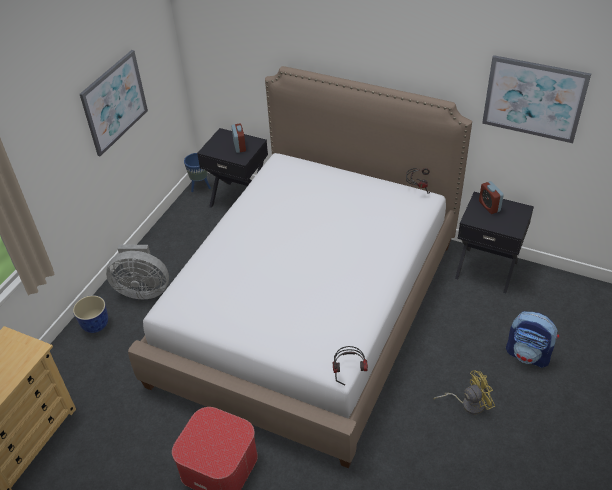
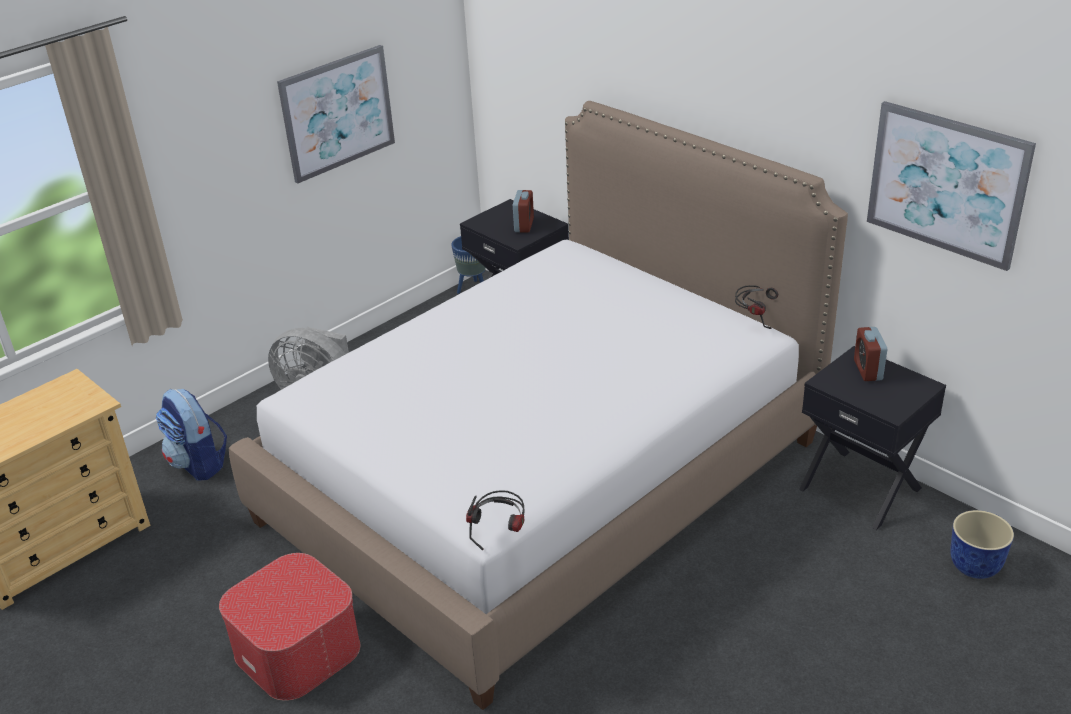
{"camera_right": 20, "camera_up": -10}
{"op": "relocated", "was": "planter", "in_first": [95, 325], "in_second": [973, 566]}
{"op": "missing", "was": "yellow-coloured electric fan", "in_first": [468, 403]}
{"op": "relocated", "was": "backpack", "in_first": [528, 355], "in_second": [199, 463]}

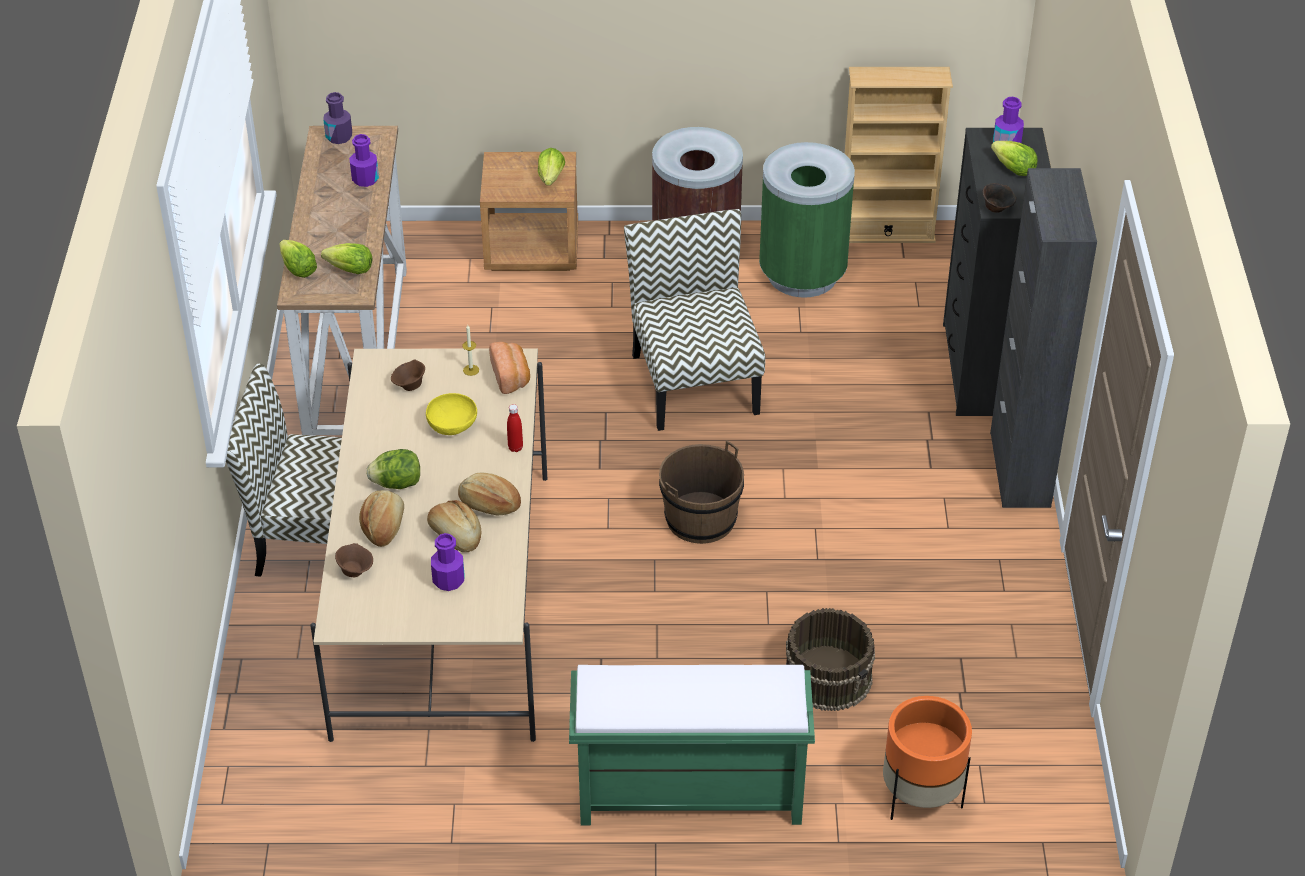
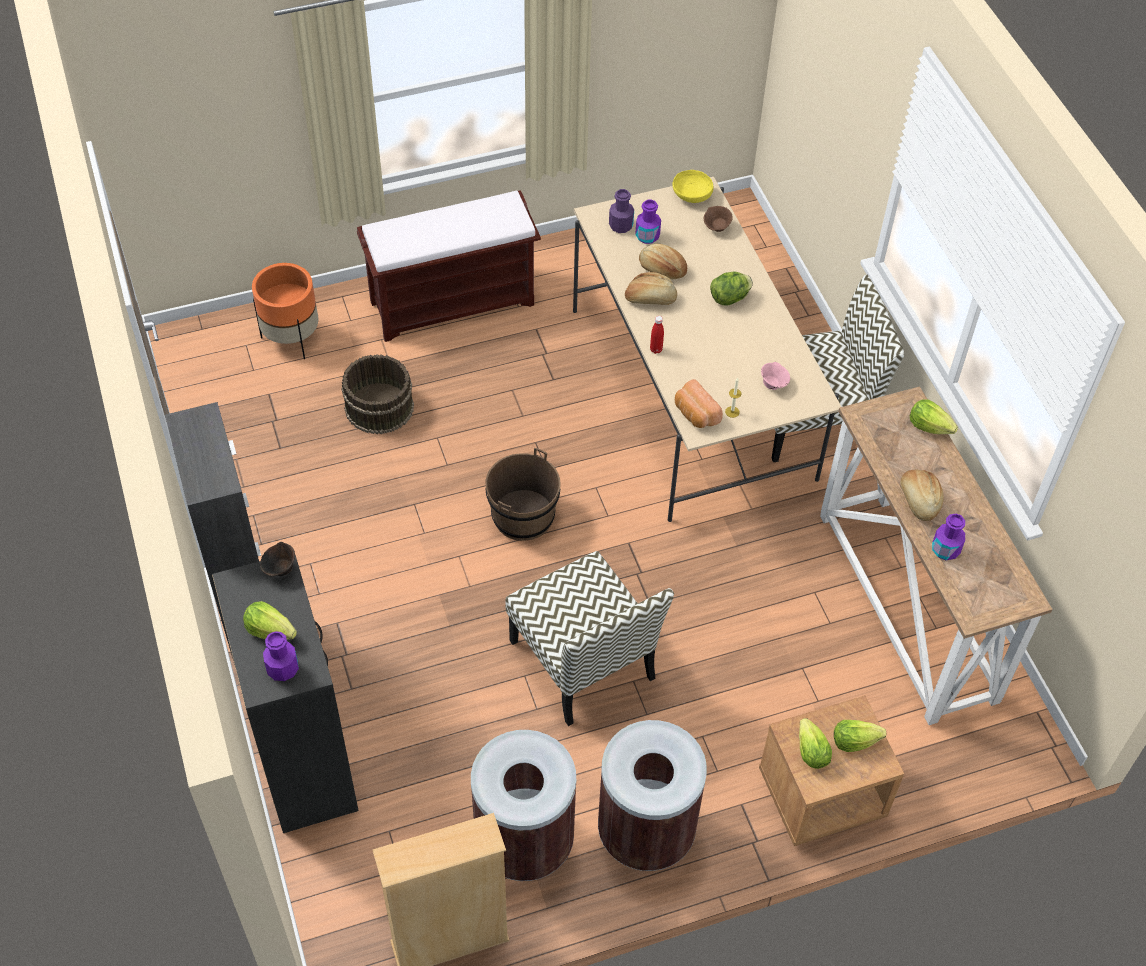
{"camera_right": 160, "camera_up": 10}
{"op": "relocated", "was": "head of lettuce", "in_first": [350, 270], "in_second": [854, 741]}
{"op": "relocated", "was": "purple drink bottle", "in_first": [339, 137], "in_second": [621, 225]}
{"op": "relocated", "was": "bakery bread", "in_first": [384, 526], "in_second": [918, 500]}
{"op": "colour", "was": "brown serving bowl", "now": "pinkish serving bowl", "in_first": [409, 386], "in_second": [773, 384]}
{"op": "relocated", "was": "yellow-coloured serving bowl", "in_first": [453, 426], "in_second": [691, 196]}
{"op": "colour", "was": "greenish indoor bench", "now": "brown indoor bench", "in_first": [688, 793], "in_second": [453, 302]}
{"op": "colour", "was": "greenish trash can", "now": "brown trash can", "in_first": [803, 274], "in_second": [524, 842]}

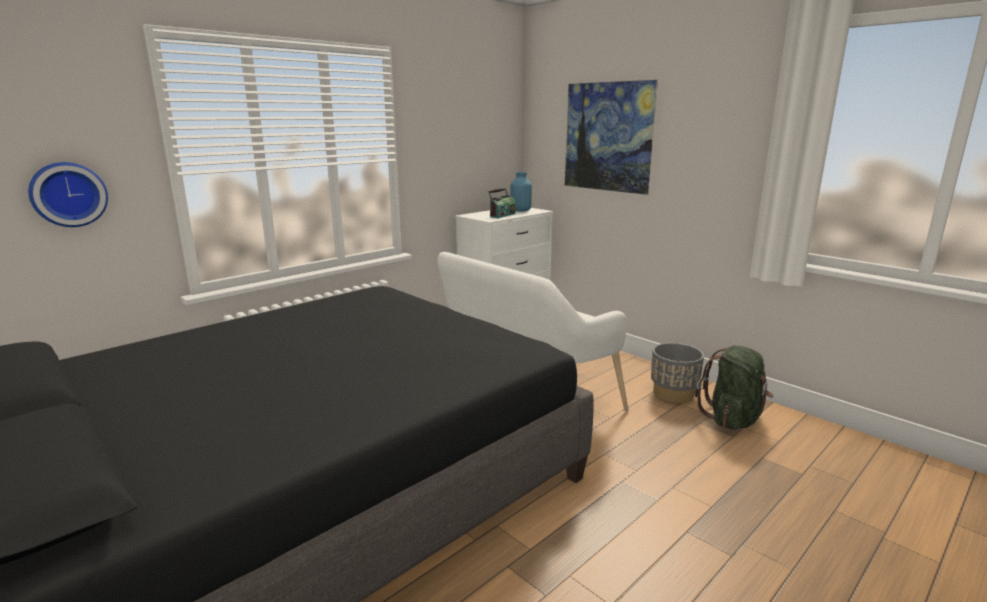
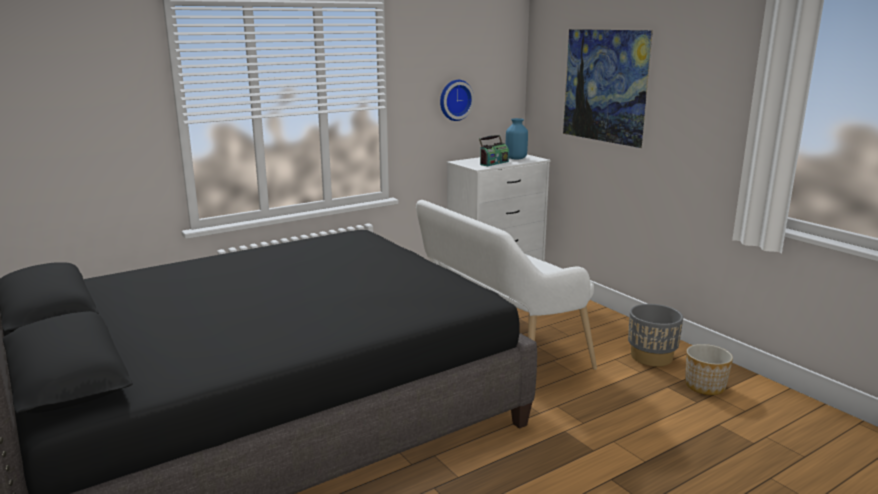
{"camera_right": 10, "camera_up": 0}
{"op": "relocated", "was": "clock on the wall", "in_first": [68, 194], "in_second": [455, 100]}
{"op": "exchanged", "was": "greenish backpack", "now": "planter", "in_first": [732, 419], "in_second": [704, 386]}

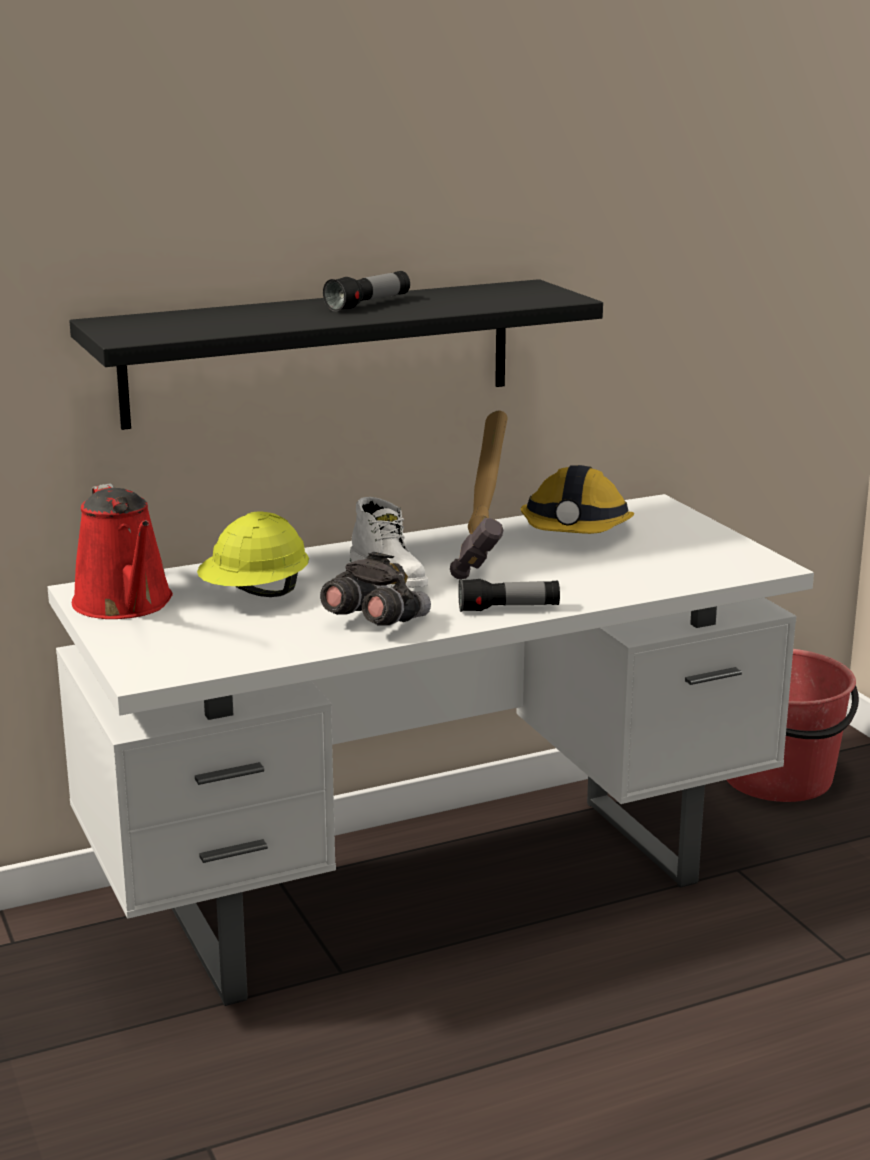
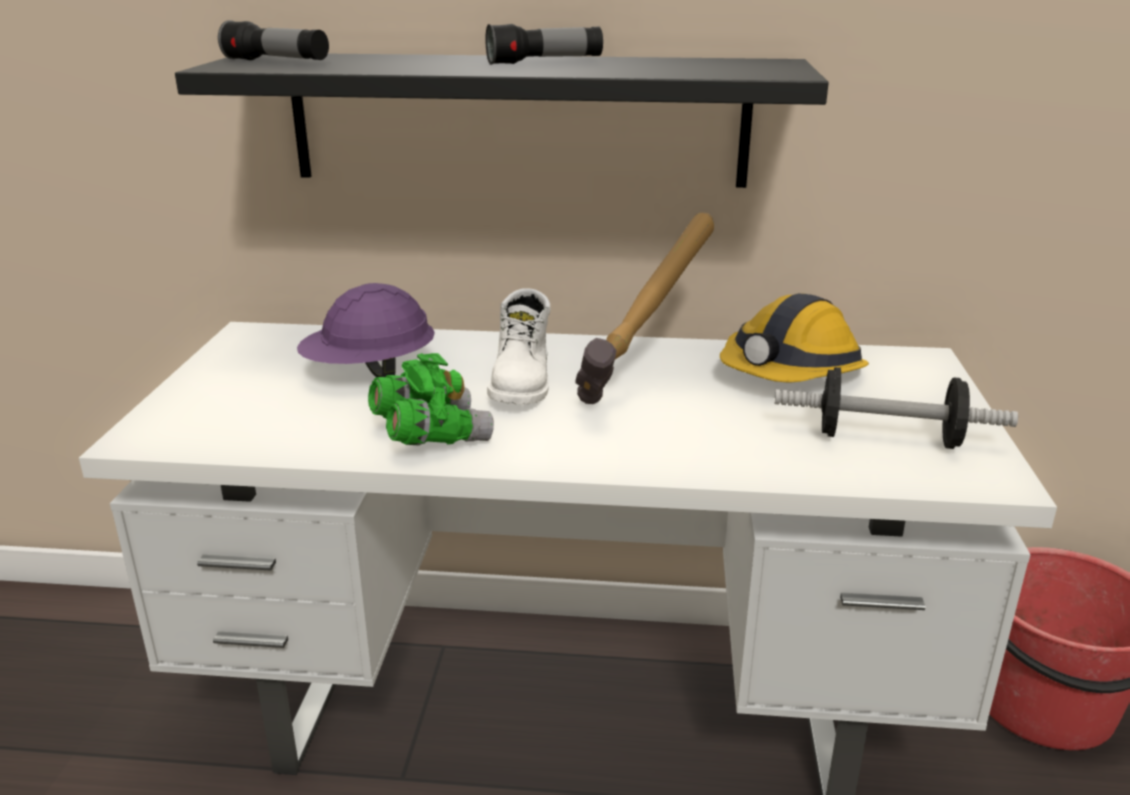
{"camera_right": 30, "camera_up": 5}
{"op": "missing", "was": "red sprinkling can", "in_first": [125, 604]}
{"op": "colour", "was": "yellow-coloured work helmet", "now": "purple work helmet", "in_first": [255, 595], "in_second": [370, 373]}
{"op": "colour", "was": "greyish binoculars", "now": "greenish binoculars", "in_first": [375, 622], "in_second": [430, 435]}
{"op": "relocated", "was": "hand torch", "in_first": [508, 609], "in_second": [276, 62]}
{"op": "appeared", "now": "free weight", "in_second": [887, 438]}

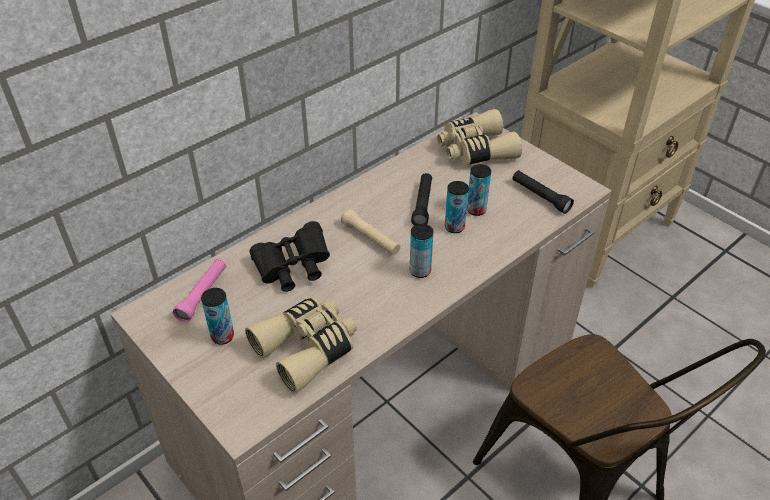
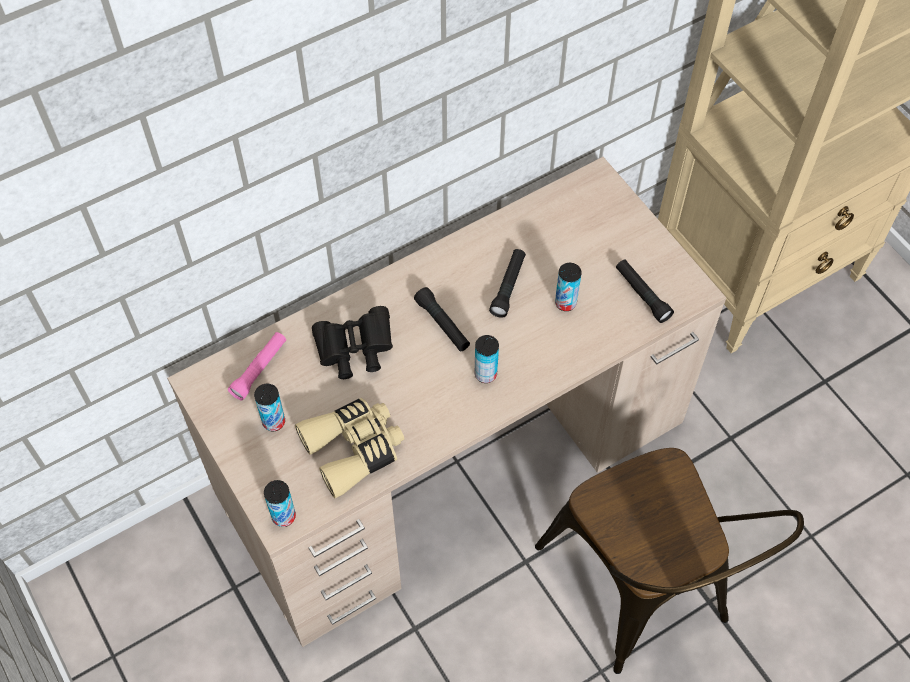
{"camera_right": 10, "camera_up": 15}
{"op": "colour", "was": "beige hand torch", "now": "black hand torch", "in_first": [371, 238], "in_second": [442, 324]}
{"op": "missing", "was": "beige binoculars", "in_first": [475, 150]}
{"op": "relocated", "was": "sealed can", "in_first": [454, 227], "in_second": [284, 516]}

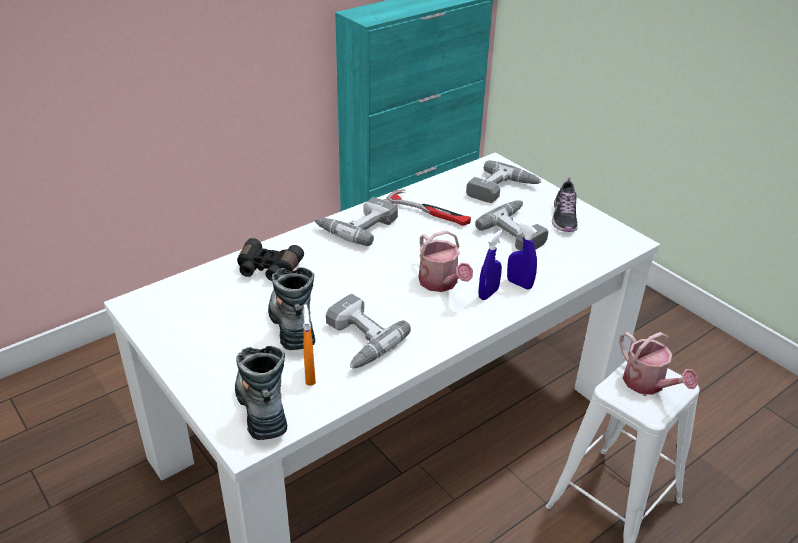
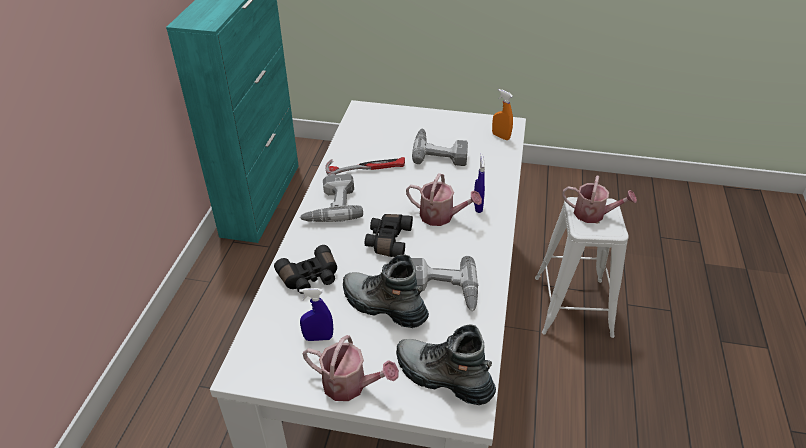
{"camera_right": -40, "camera_up": 5}
{"op": "relocated", "was": "orange sprayer", "in_first": [310, 375], "in_second": [500, 136]}
{"op": "missing", "was": "drill", "in_first": [502, 190]}
{"op": "relocated", "was": "blue-coloured sprayer", "in_first": [519, 284], "in_second": [318, 338]}
{"op": "missing", "was": "shoe", "in_first": [564, 217]}
{"op": "appeared", "now": "sprinkling can", "in_second": [350, 385]}
{"op": "appeared", "now": "black binoculars", "in_second": [387, 241]}

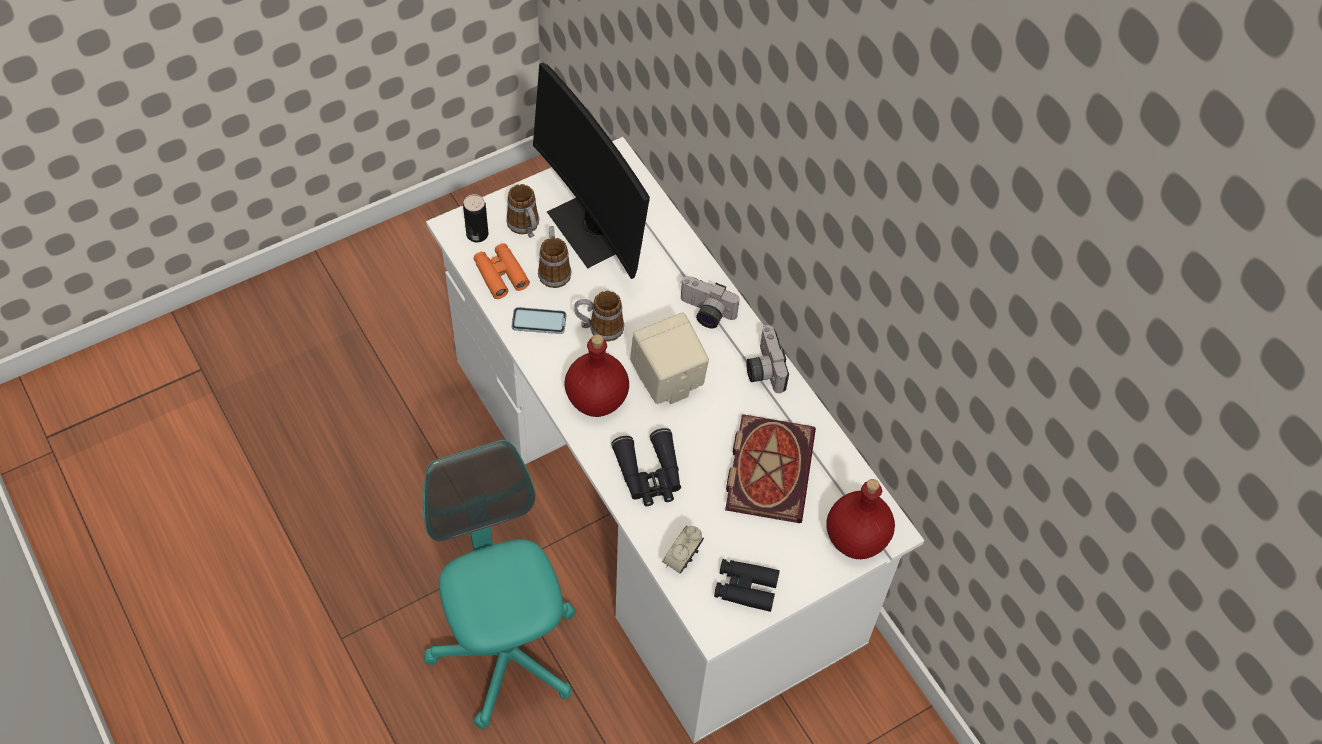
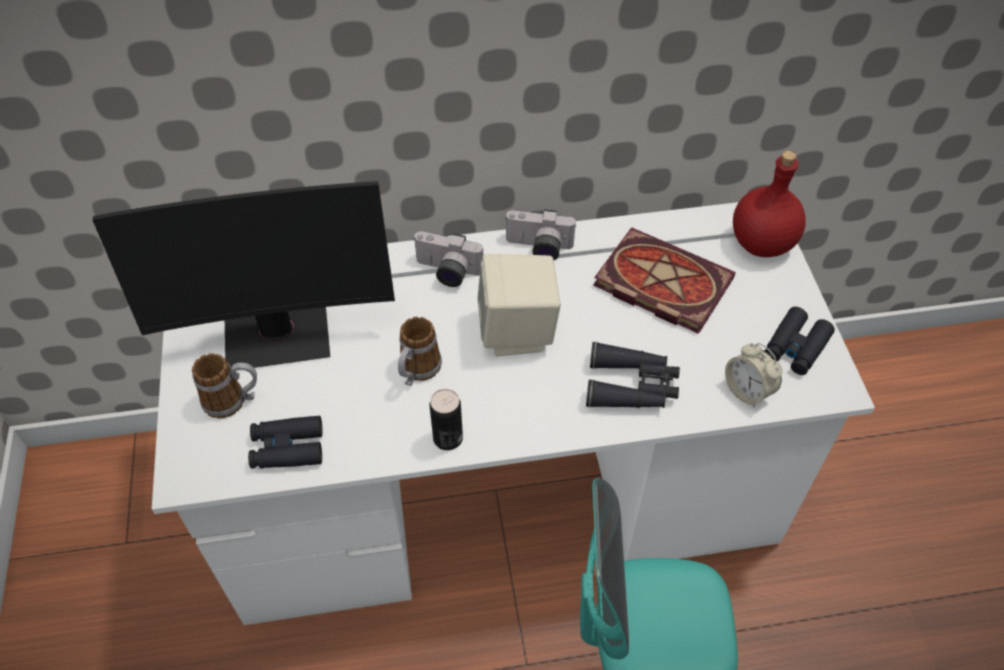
{"camera_right": -65, "camera_up": -5}
{"op": "relocated", "was": "sealed can", "in_first": [477, 234], "in_second": [448, 438]}
{"op": "colour", "was": "orange binoculars", "now": "black binoculars", "in_first": [501, 275], "in_second": [287, 448]}
{"op": "missing", "was": "phone", "in_first": [539, 322]}
{"op": "missing", "was": "tea mug", "in_first": [554, 269]}
{"op": "missing", "was": "red drink bottle", "in_first": [598, 399]}
{"op": "spun", "was": "photo camera", "in_first": [705, 313], "in_second": [446, 272], "clockwise": 60}

